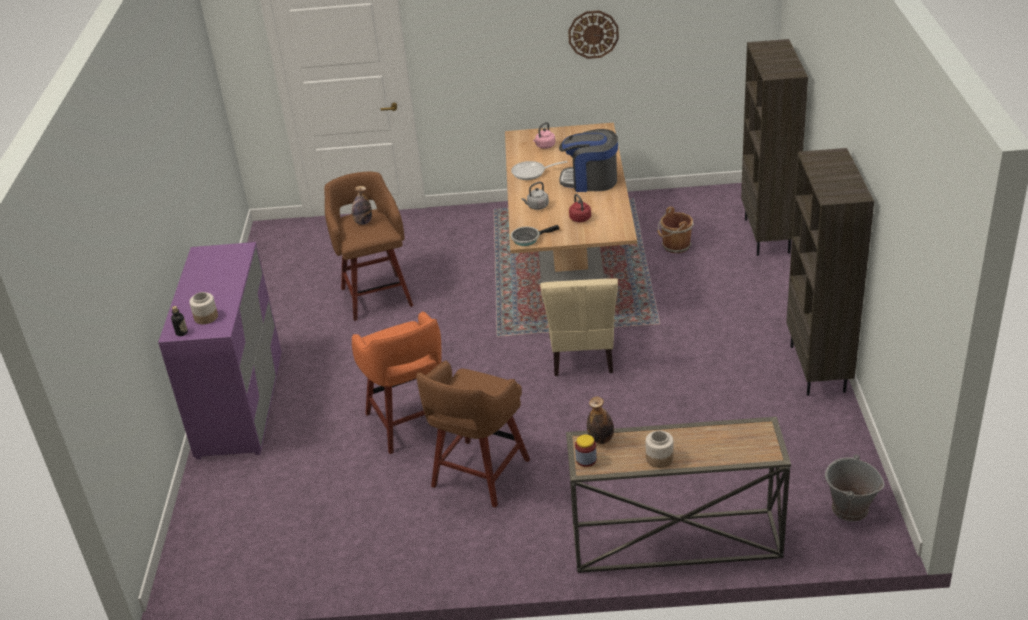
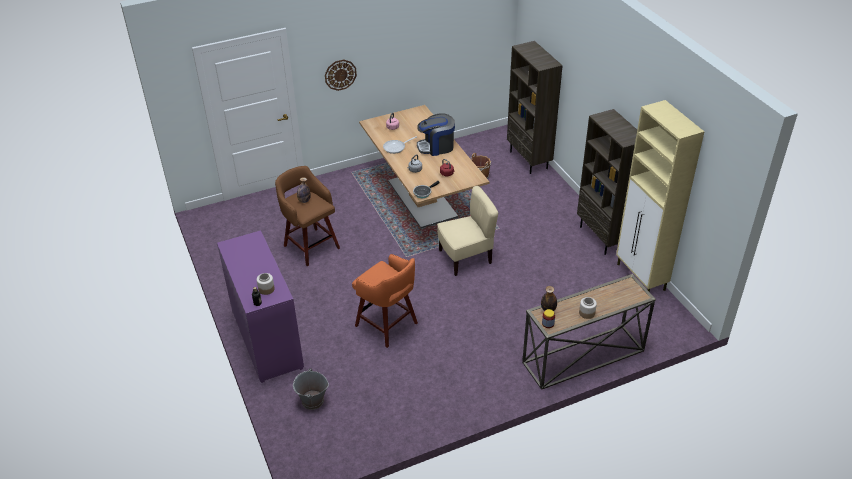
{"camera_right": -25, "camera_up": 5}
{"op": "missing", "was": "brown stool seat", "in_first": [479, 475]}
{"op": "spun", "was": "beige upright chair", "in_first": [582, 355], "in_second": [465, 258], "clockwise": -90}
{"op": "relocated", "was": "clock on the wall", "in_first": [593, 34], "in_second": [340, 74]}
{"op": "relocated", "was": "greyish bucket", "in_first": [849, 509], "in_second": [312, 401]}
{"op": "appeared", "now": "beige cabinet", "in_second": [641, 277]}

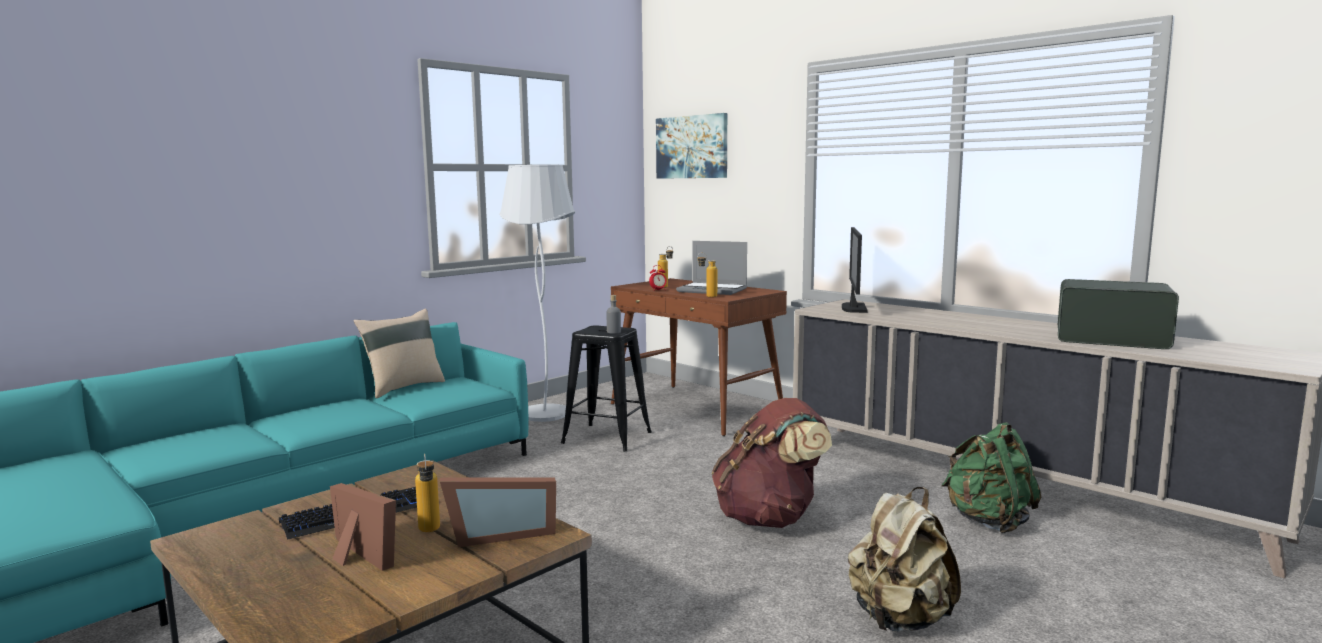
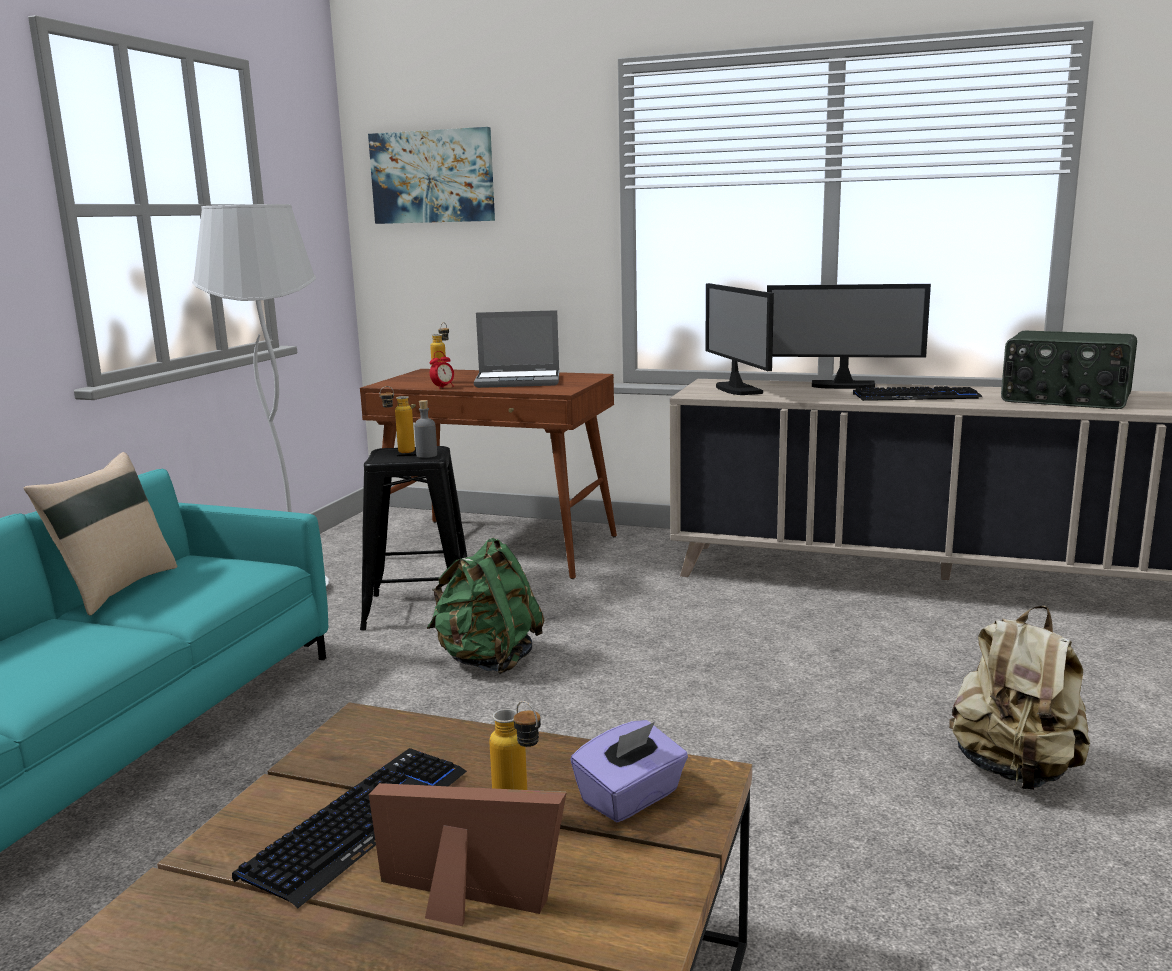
{"camera_right": -25, "camera_up": 5}
{"op": "exchanged", "was": "picture frame", "now": "purple tissue box", "in_first": [500, 534], "in_second": [631, 798]}
{"op": "relocated", "was": "drink bottle", "in_first": [707, 296], "in_second": [399, 452]}
{"op": "missing", "was": "brown backpack", "in_first": [770, 518]}
{"op": "relocated", "was": "greenish backpack", "in_first": [988, 521], "in_second": [488, 661]}
{"op": "spun", "was": "radio set", "in_first": [1111, 339], "in_second": [1065, 399], "clockwise": -150}
{"op": "appeared", "now": "monitor", "in_second": [843, 386]}
{"op": "appeared", "now": "PC keyboard", "in_second": [916, 397]}

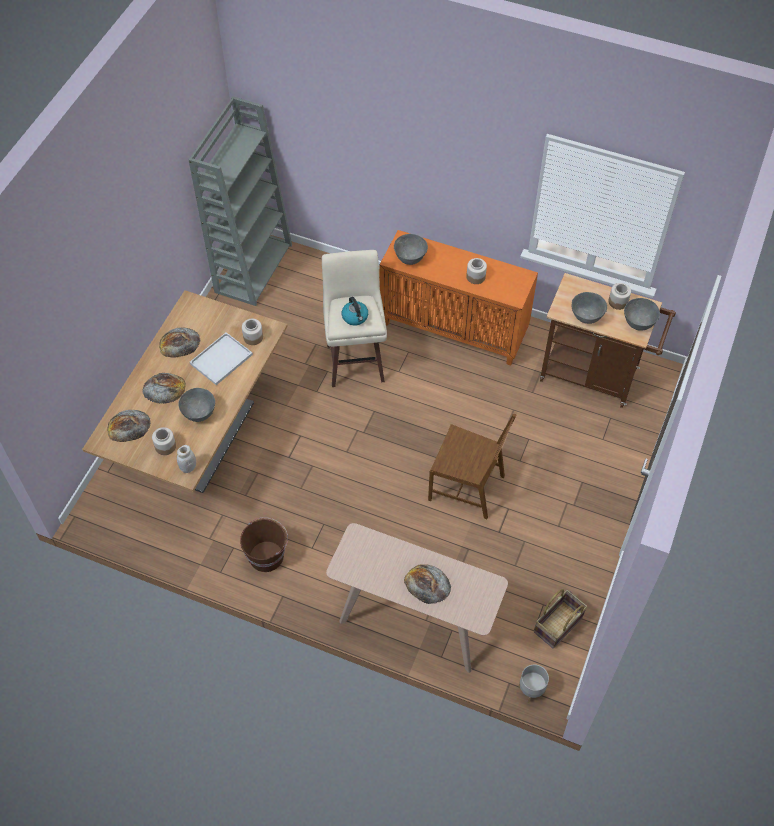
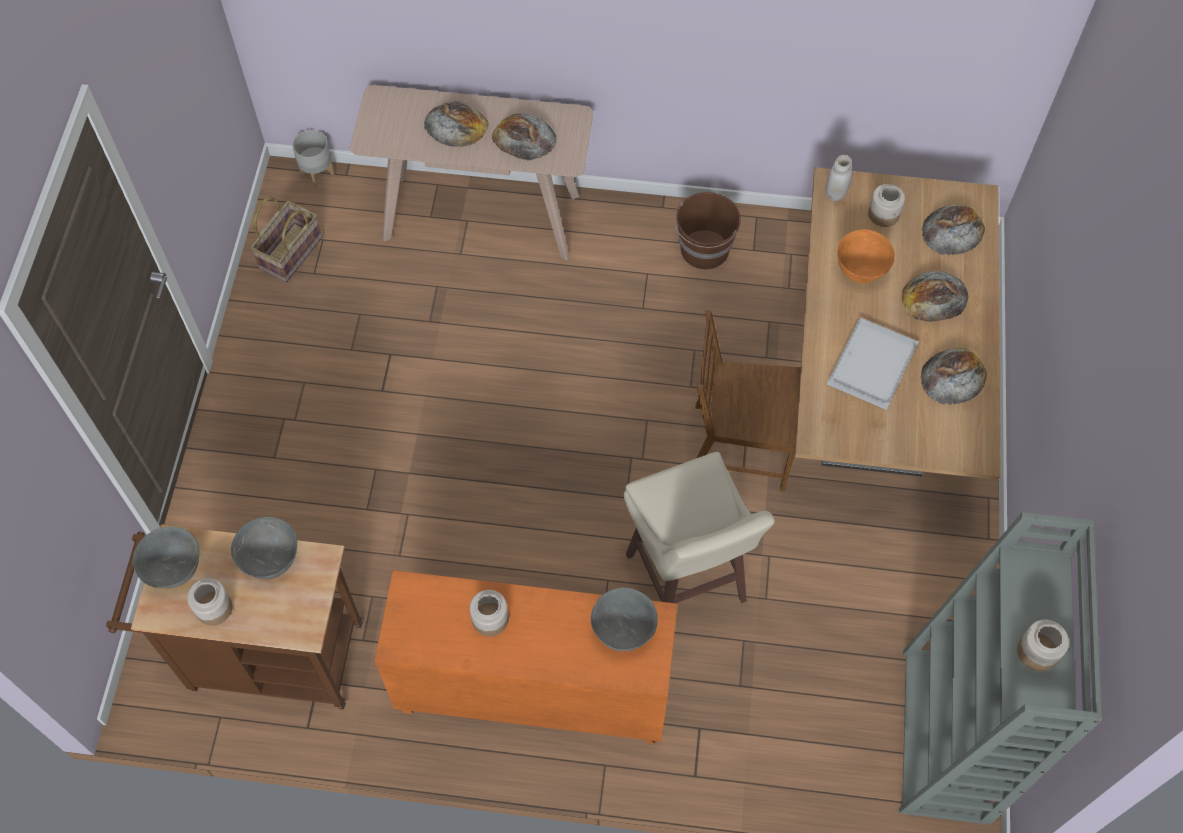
{"camera_right": 165, "camera_up": 5}
{"op": "colour", "was": "greyish serving bowl", "now": "orange serving bowl", "in_first": [199, 414], "in_second": [860, 271]}
{"op": "relocated", "was": "jar", "in_first": [253, 337], "in_second": [1037, 651]}
{"op": "missing", "was": "kettle", "in_first": [355, 317]}
{"op": "relocated", "was": "brown upright chair", "in_first": [467, 487], "in_second": [738, 446]}
{"op": "appeared", "now": "bakery bread", "in_second": [524, 137]}

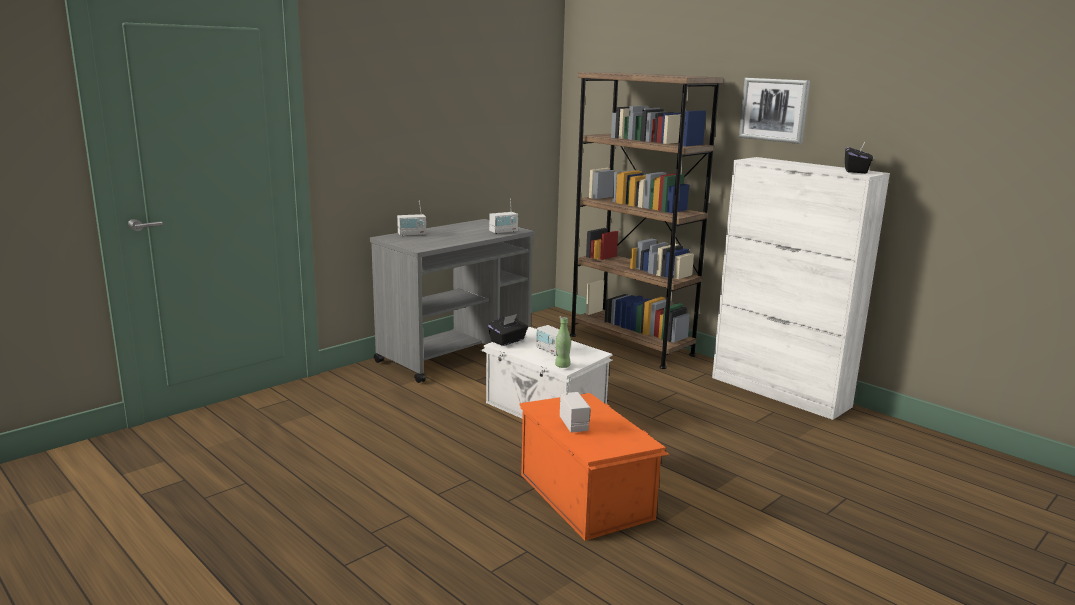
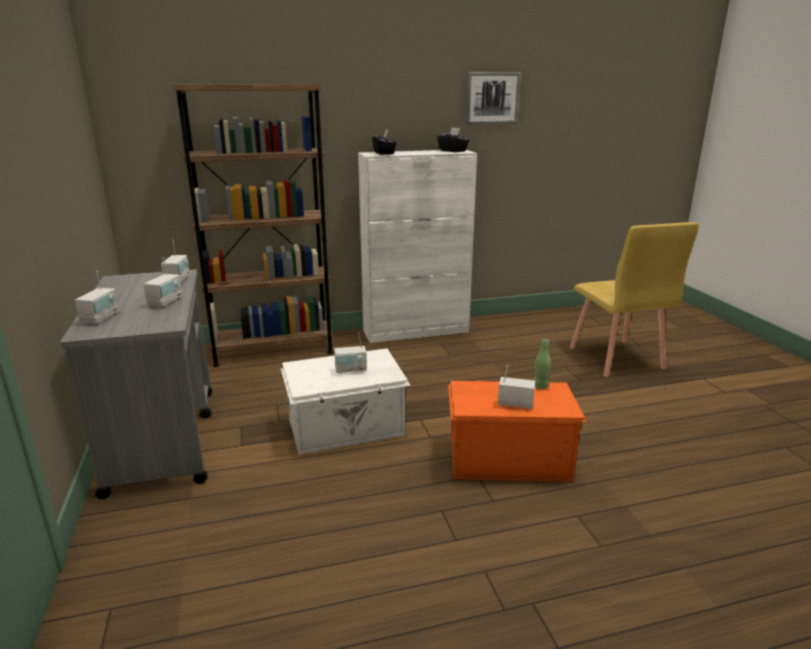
{"camera_right": -60, "camera_up": 5}
{"op": "relocated", "was": "black tissue box", "in_first": [508, 341], "in_second": [384, 153]}
{"op": "relocated", "was": "greenish drink bottle", "in_first": [562, 366], "in_second": [540, 386]}
{"op": "relocated", "was": "wall picture", "in_first": [774, 110], "in_second": [492, 98]}
{"op": "appeared", "now": "radio set", "in_second": [166, 302]}
{"op": "appeared", "now": "yellow-coloured upright chair", "in_second": [616, 358]}

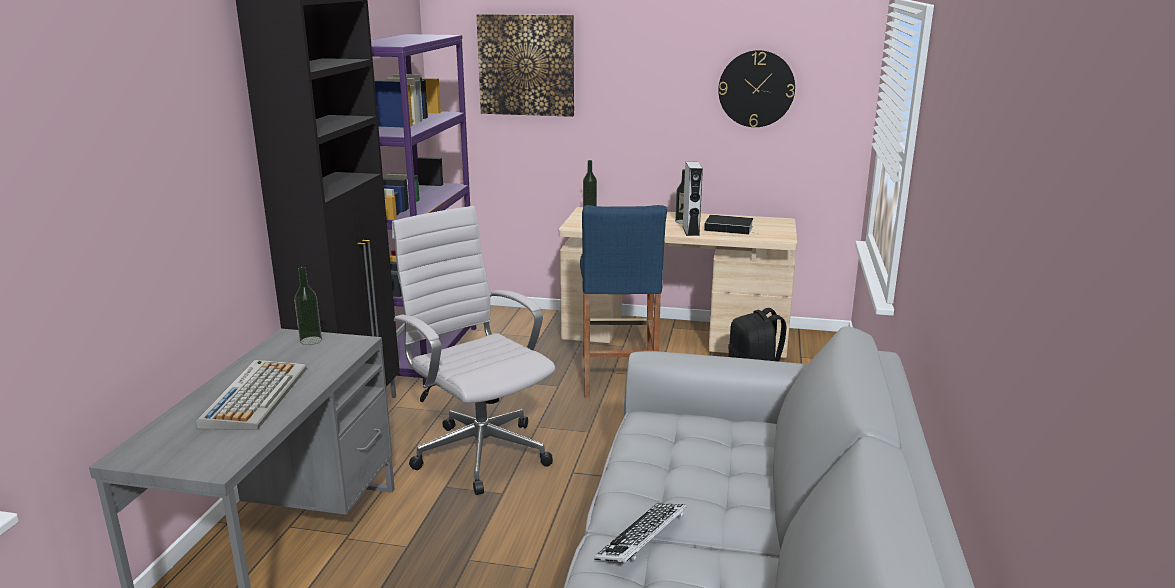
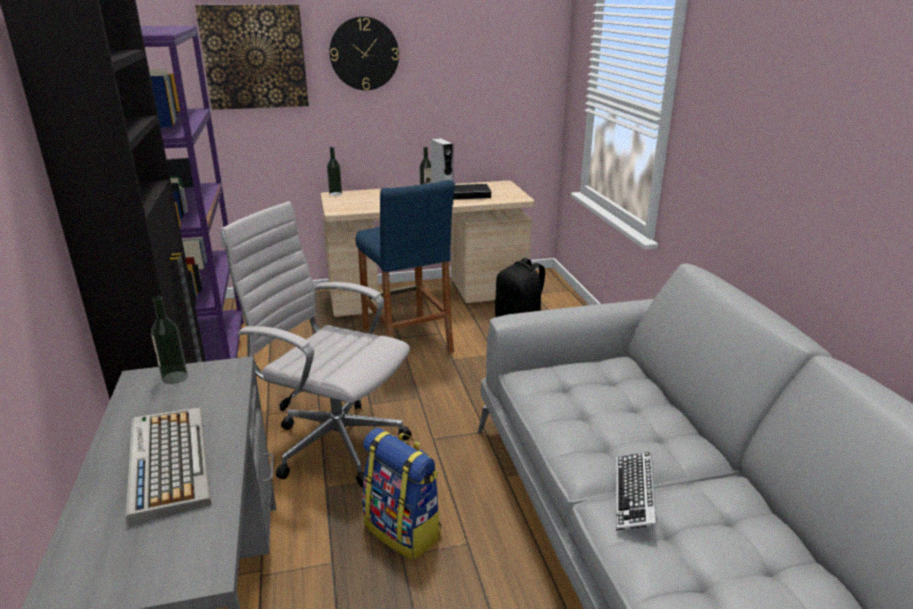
{"camera_right": -25, "camera_up": 5}
{"op": "relocated", "was": "clock on the wall", "in_first": [756, 89], "in_second": [364, 54]}
{"op": "appeared", "now": "backpack", "in_second": [404, 530]}

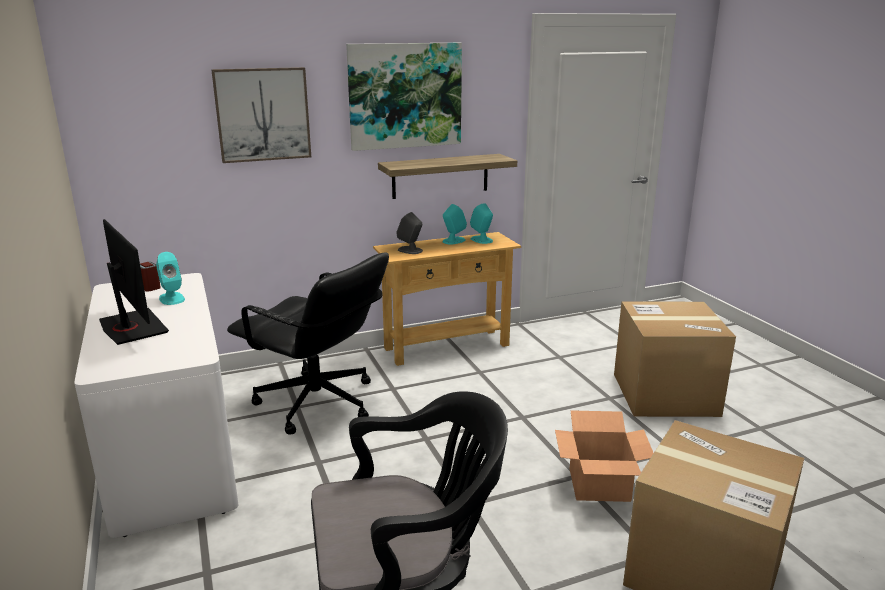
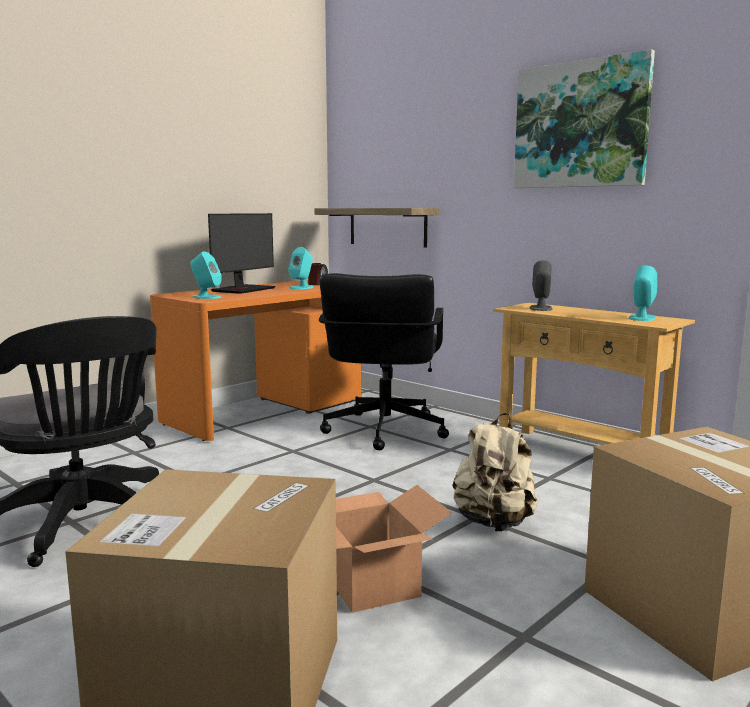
{"camera_right": 65, "camera_up": -10}
{"op": "colour", "was": "white-coloured desk", "now": "orange desk", "in_first": [170, 453], "in_second": [265, 411]}
{"op": "missing", "was": "wall picture", "in_first": [263, 114]}
{"op": "relocated", "was": "bracket shelf", "in_first": [440, 176], "in_second": [387, 227]}
{"op": "relocated", "was": "turquoise-coloured speaker", "in_first": [453, 241], "in_second": [206, 297]}
{"op": "appeared", "now": "beige backpack", "in_second": [494, 523]}

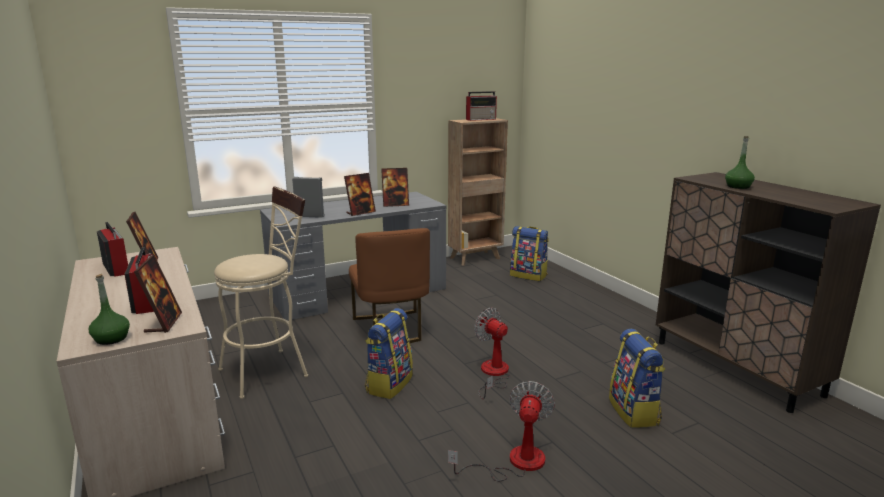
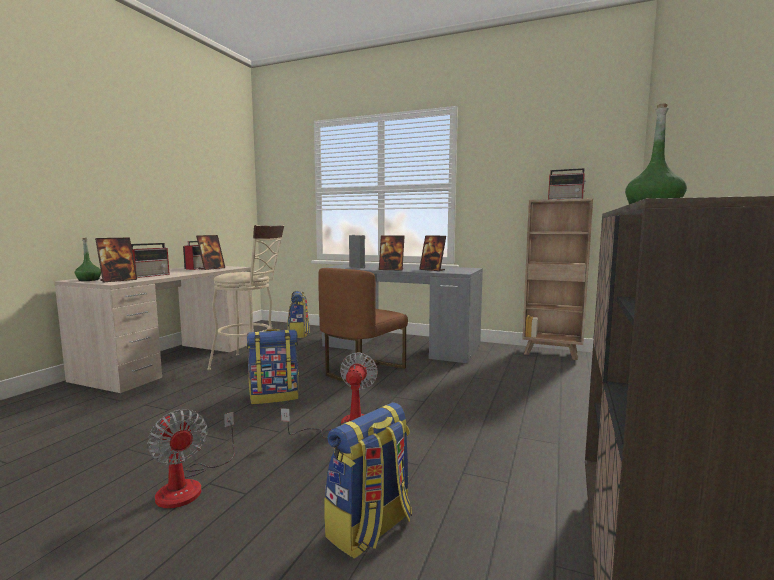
{"camera_right": 50, "camera_up": -10}
{"op": "spun", "was": "electric fan", "in_first": [514, 462], "in_second": [189, 485], "clockwise": 75}
{"op": "relocated", "was": "backpack", "in_first": [528, 275], "in_second": [298, 334]}

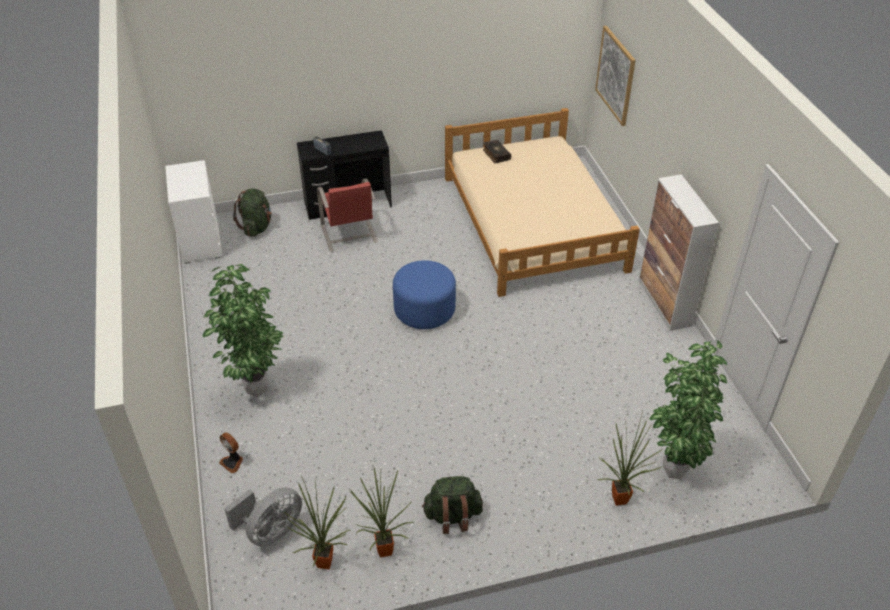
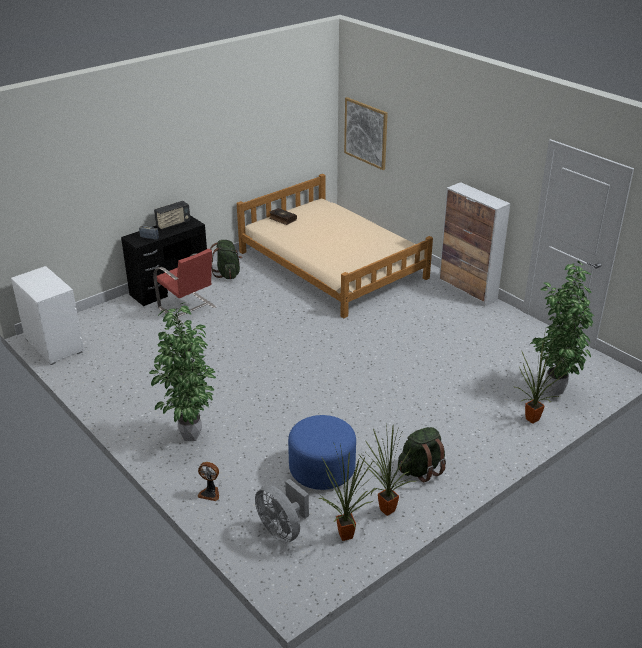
{"camera_right": -25, "camera_up": -10}
{"op": "spun", "was": "greyish electric fan", "in_first": [271, 531], "in_second": [282, 530], "clockwise": 120}
{"op": "relocated", "was": "greenish backpack", "in_first": [257, 227], "in_second": [227, 274]}
{"op": "relocated", "was": "blue-coloured footrest", "in_first": [424, 310], "in_second": [322, 469]}
{"op": "appeared", "now": "radio set", "in_second": [173, 224]}

